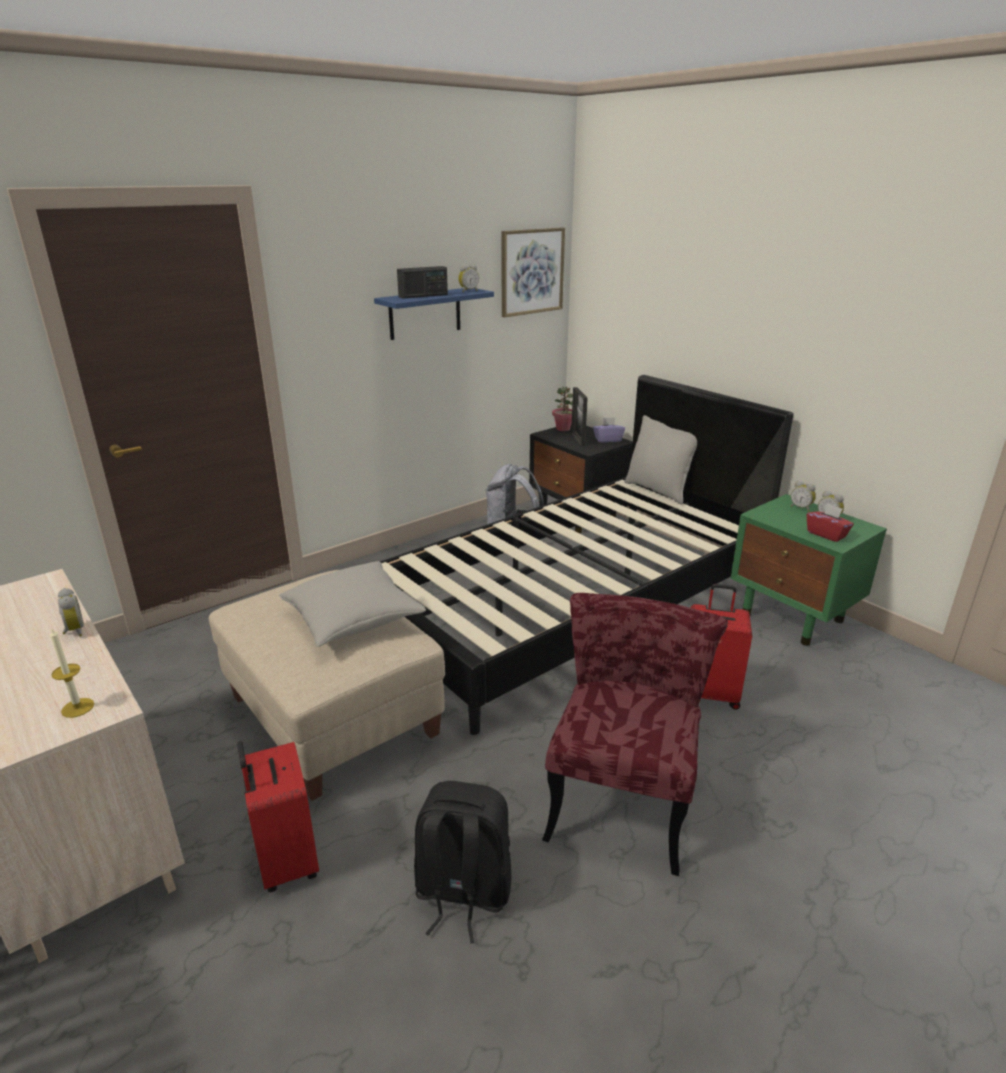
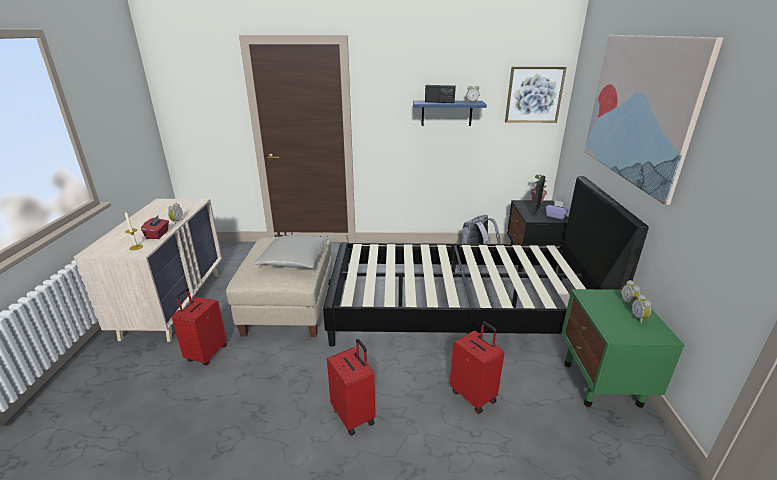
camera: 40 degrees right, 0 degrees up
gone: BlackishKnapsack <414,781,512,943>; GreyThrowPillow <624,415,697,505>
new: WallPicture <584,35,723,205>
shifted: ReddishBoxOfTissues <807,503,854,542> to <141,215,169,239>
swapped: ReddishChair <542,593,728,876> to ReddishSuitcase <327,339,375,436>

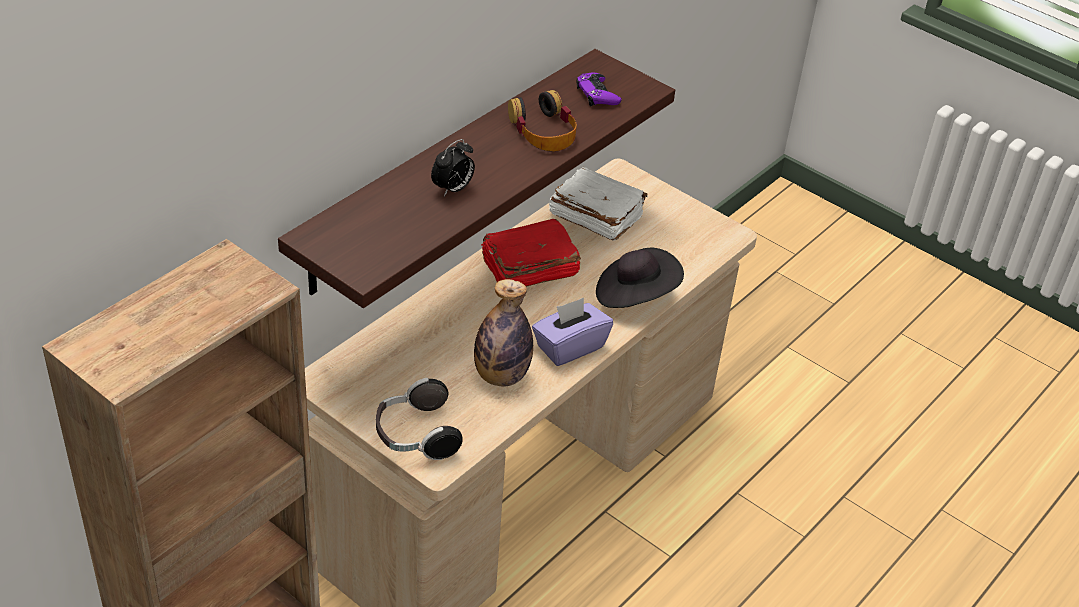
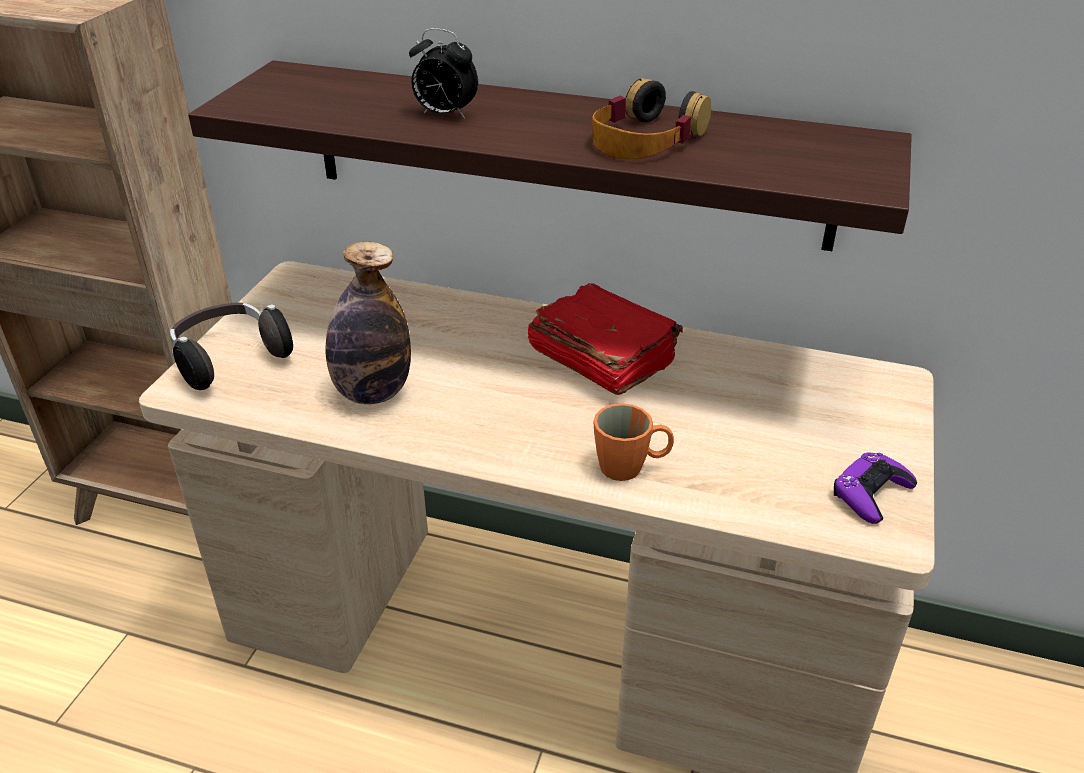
camera: 70 degrees right, 5 degrees down
gone: PurpleColouredBoxOfTissues <532,298,613,366>; WhiteVolume <549,167,648,241>
shifted: PurpleColouredGameController <576,73,622,106> to <834,452,917,524>
swapped: BlackishClothingHat <596,248,684,308> to OrangeColouredTeaMug <594,403,674,481>

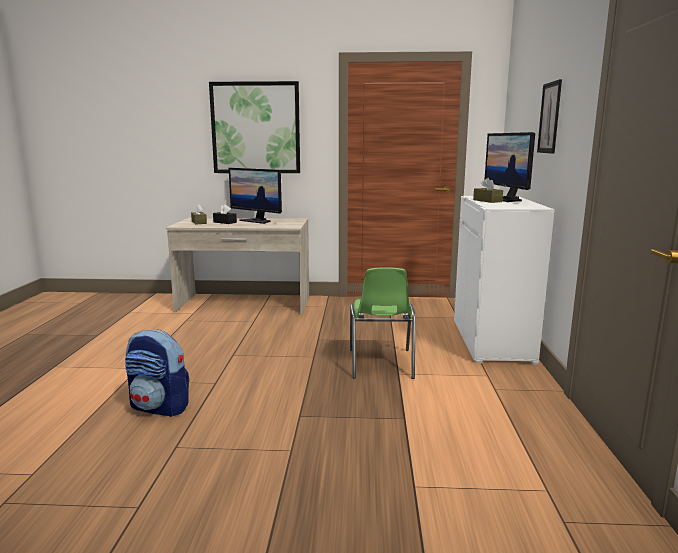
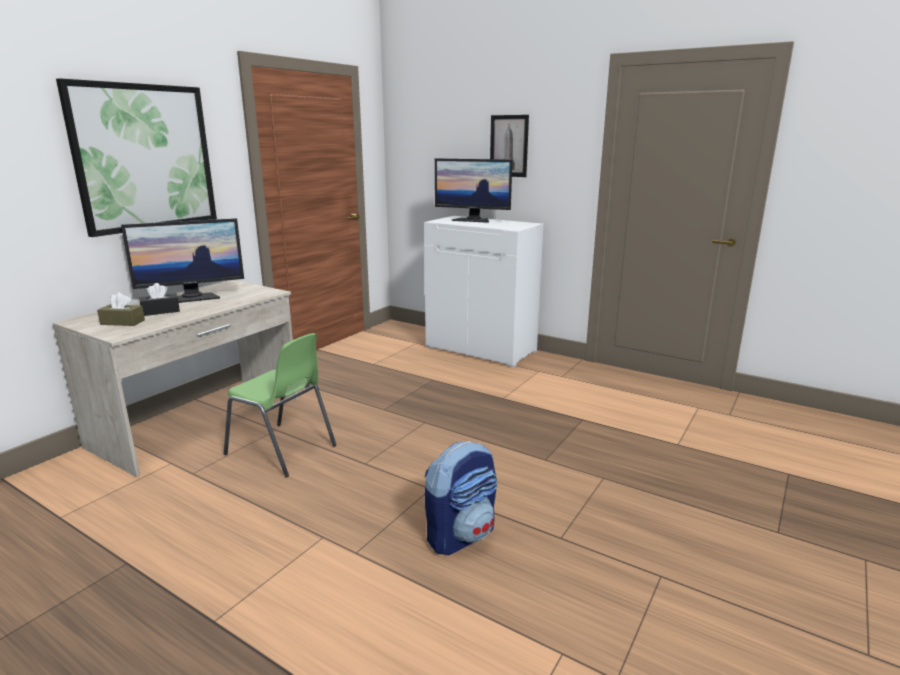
camera: 60 degrees left, 5 degrees up
gone: BrownColouredBoxOfTissues <473,178,503,203>
shifted: GreenishChair <350,267,415,379> to <224,333,336,477>

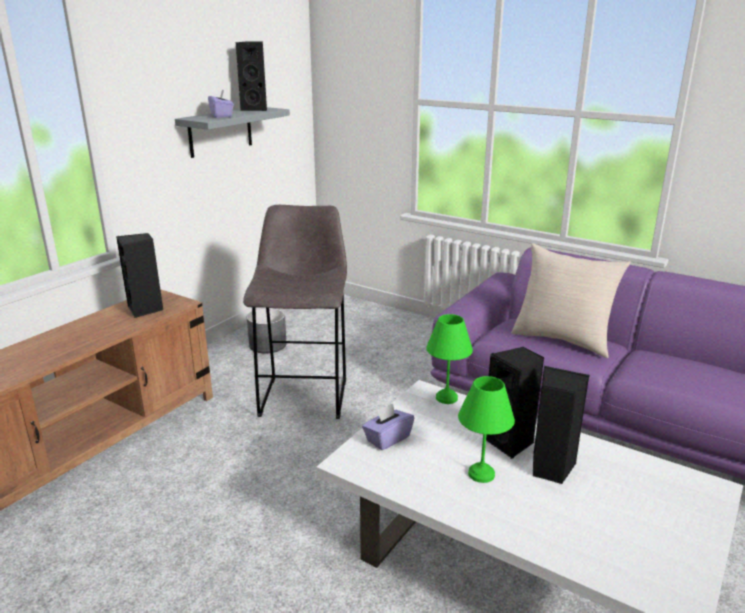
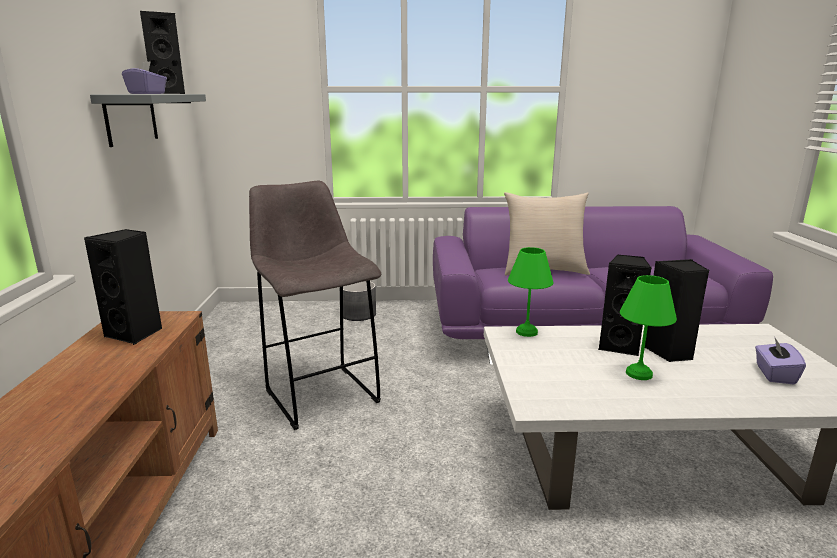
camera: 35 degrees left, 5 degrees down
shifted: GreyPlantPot <247,308,287,354> to <339,281,376,321>; PurpleColouredBoxOfTissues <362,403,414,450> to <755,336,806,384>

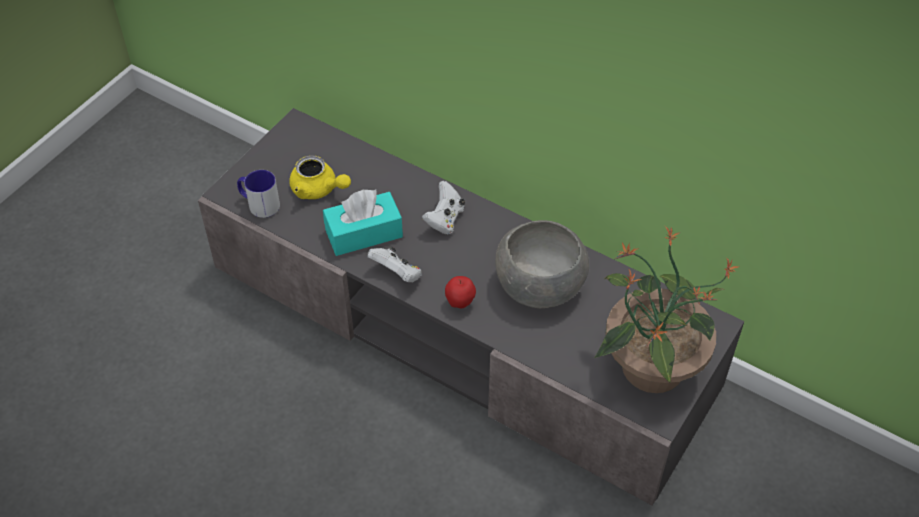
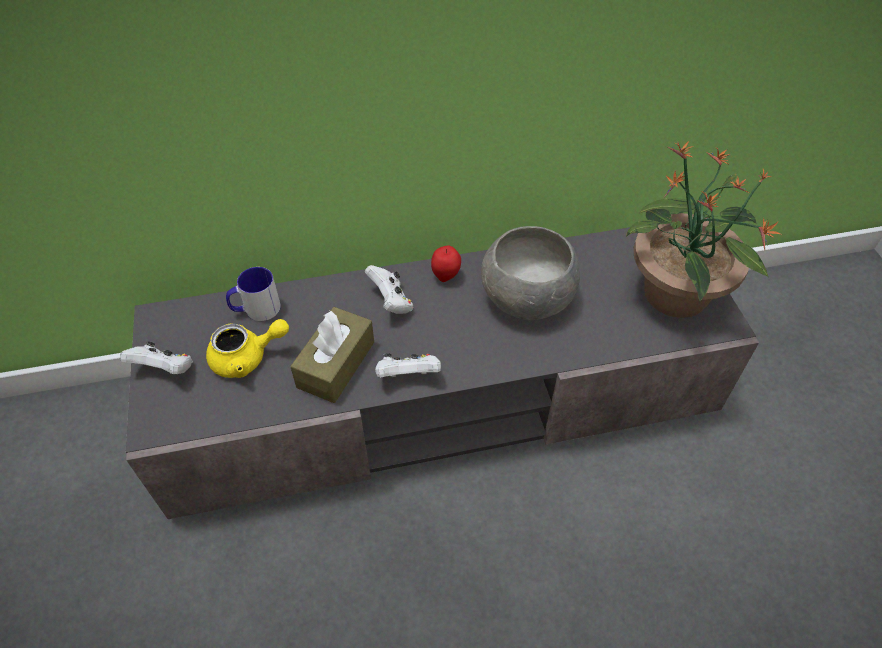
camera: 45 degrees left, 0 degrees up
new: WhiteGameController <120,341,193,374>
shifted: TeaMug <237,170,280,218> to <226,267,281,321>; Apple <445,276,476,308> to <431,246,461,282>
repainted: TurquoiseColouredBoxOfTissues <323,189,403,256> to BrownColouredBoxOfTissues <290,307,374,403>

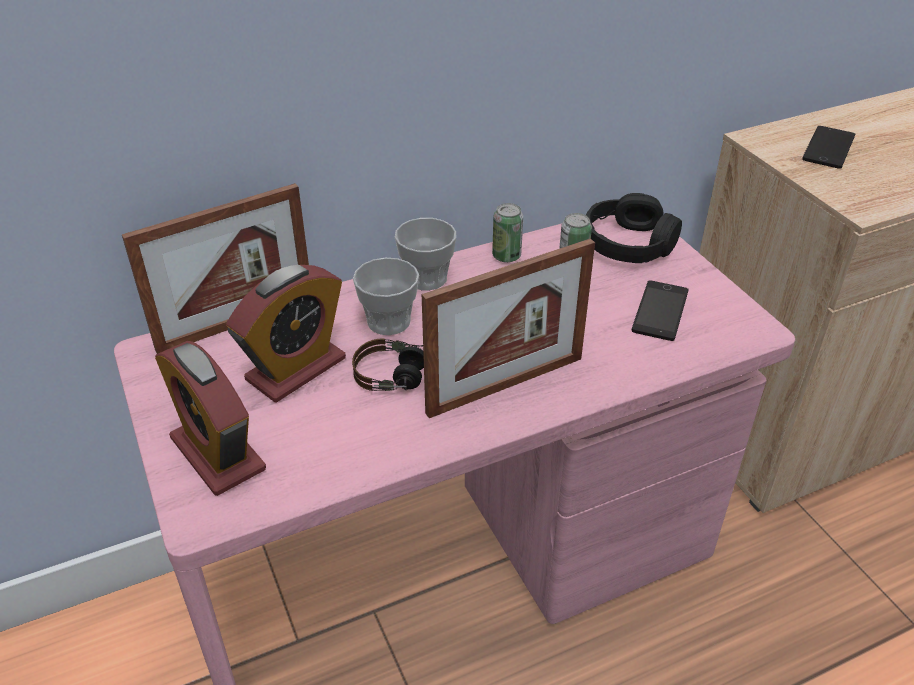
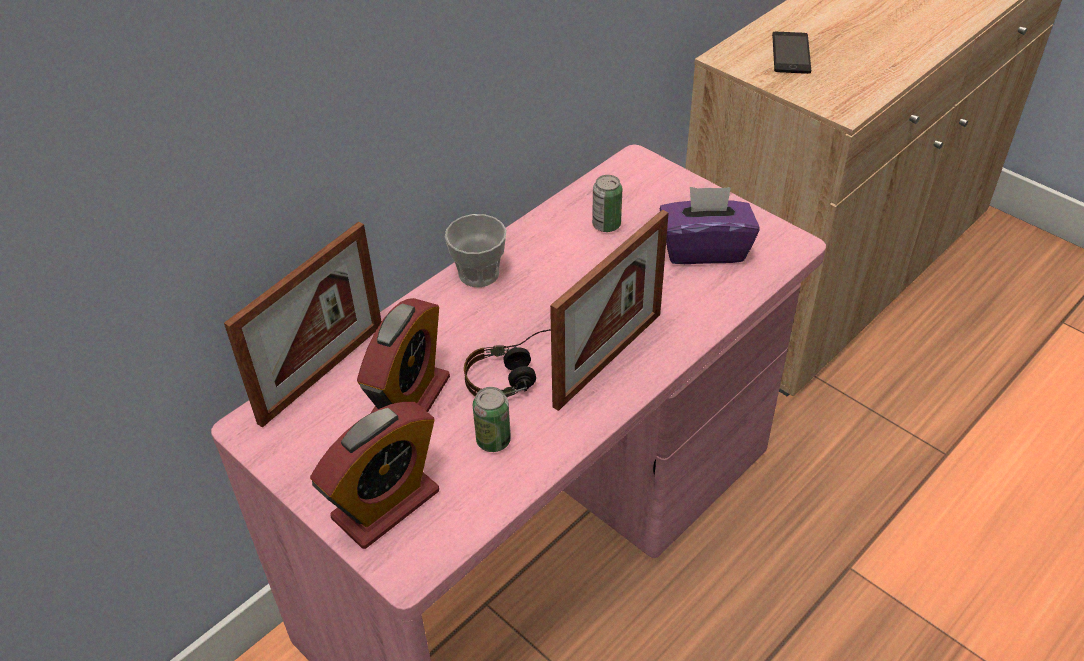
camera: 20 degrees left, 5 degrees up
gone: DrinkingCup <353,258,419,335>; BlackishHeadphones <586,193,682,263>
shifted: Can <492,203,523,263> to <473,387,511,452>
swapped: Phone <632,280,689,341> to PurpleColouredBoxOfTissues <660,187,759,264>
rotated: TableClock <155,341,266,496> = <310,402,439,549> 75 degrees counterclockwise

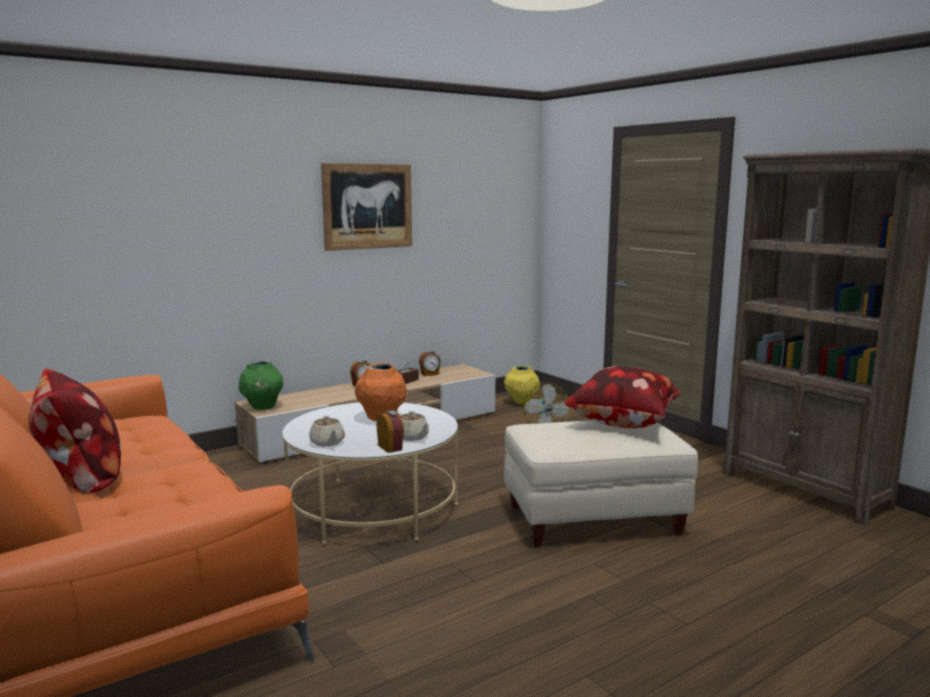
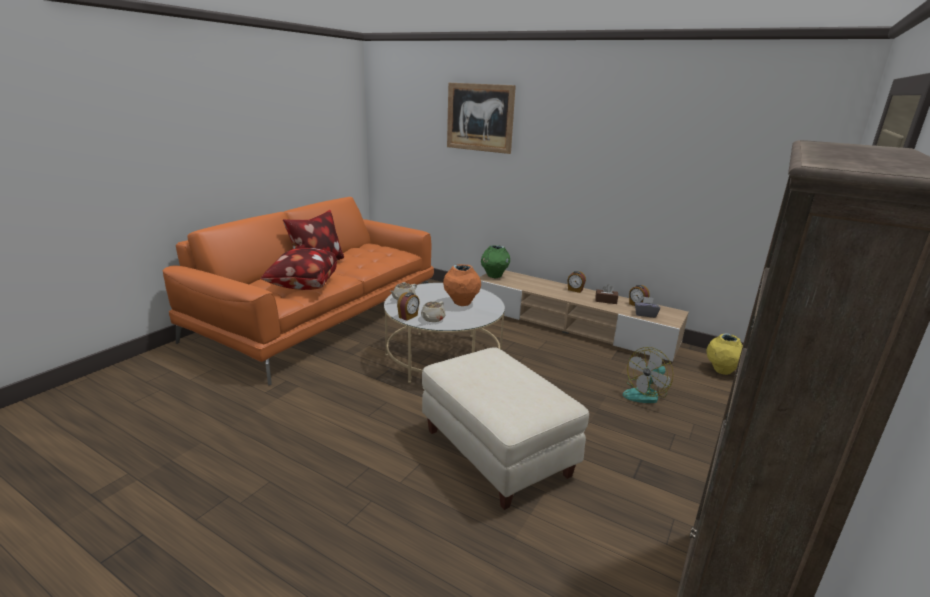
camera: 65 degrees right, 10 degrees up
new: GreyBoxOfTissues <635,297,660,318>
shifted: ThrowPillow <565,366,681,428> to <261,248,337,290>; WallPicture <321,163,412,251> to <447,83,516,154>

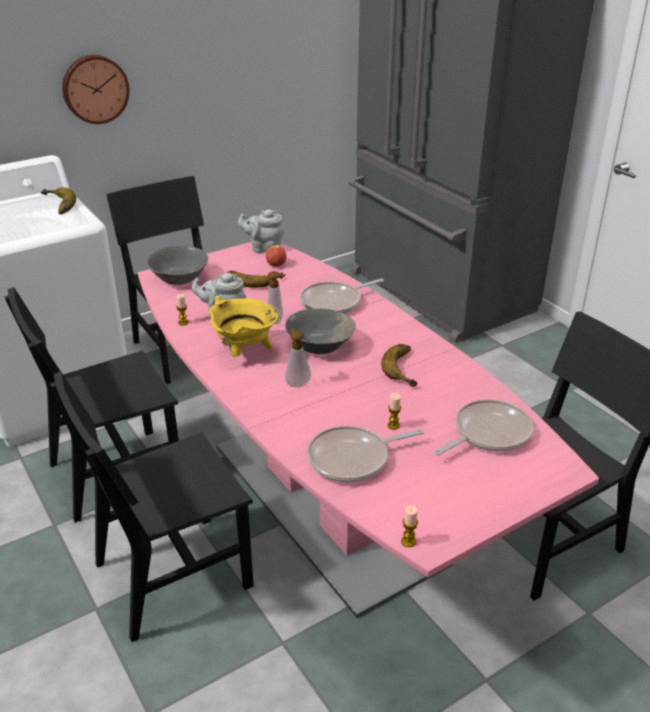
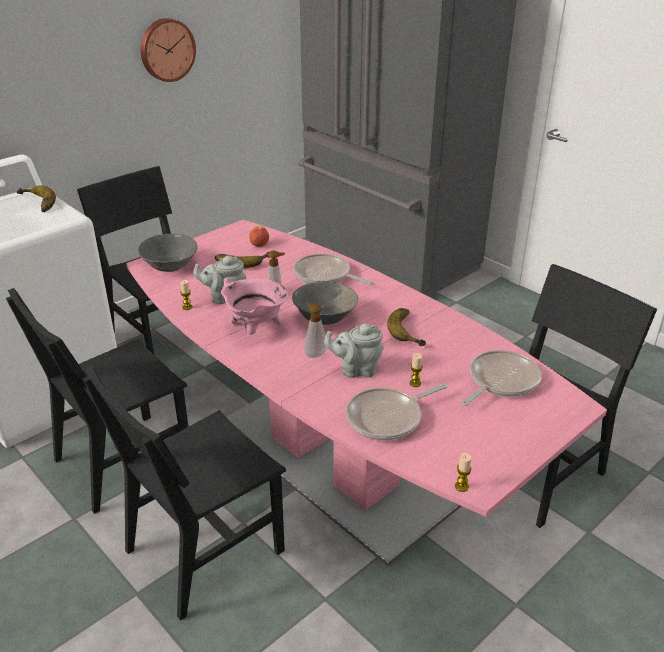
camera: 10 degrees left, 0 degrees up
shifted: WallClock <62,55,130,124> to <141,18,196,82>; GreyTeaPot <238,209,284,253> to <324,323,383,378>
repainted: YellowSaucepot <209,295,278,357> to PinkColouredSaucepot <221,278,288,335>
rotated: Skillet <300,278,384,314> = <293,253,374,285> 75 degrees clockwise

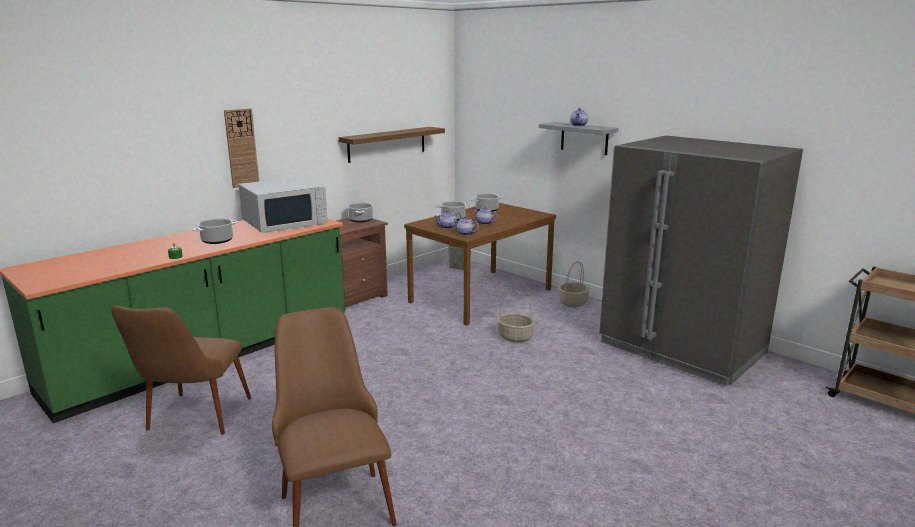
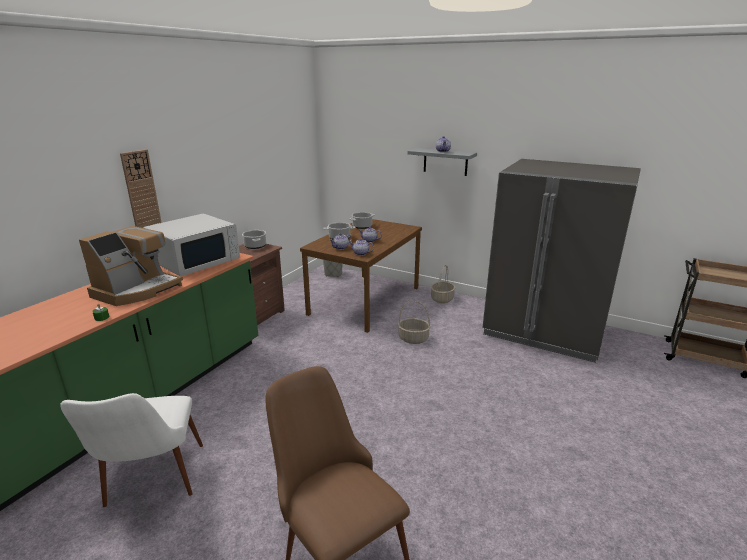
camera: 15 degrees left, 5 degrees up
gone: Shelf <339,127,445,163>
swapped: Saucepot <192,218,238,244> to CoffeeMaker <79,226,183,306>
repainted: BrownColouredChair <111,306,251,435> to WhiteChair <60,393,203,507>

